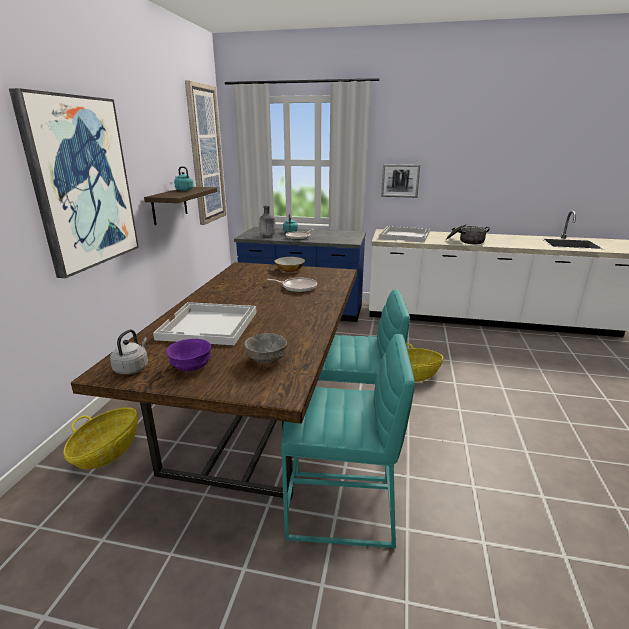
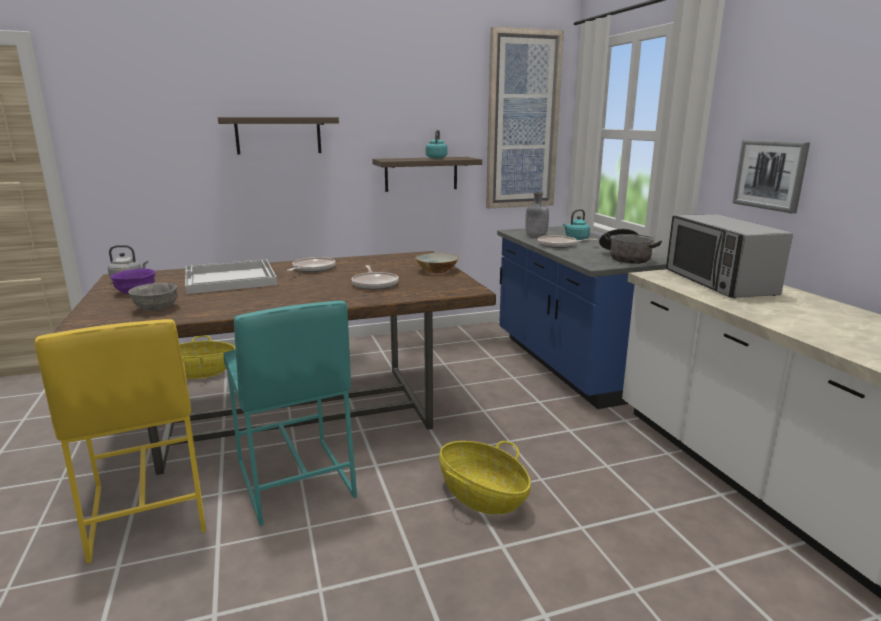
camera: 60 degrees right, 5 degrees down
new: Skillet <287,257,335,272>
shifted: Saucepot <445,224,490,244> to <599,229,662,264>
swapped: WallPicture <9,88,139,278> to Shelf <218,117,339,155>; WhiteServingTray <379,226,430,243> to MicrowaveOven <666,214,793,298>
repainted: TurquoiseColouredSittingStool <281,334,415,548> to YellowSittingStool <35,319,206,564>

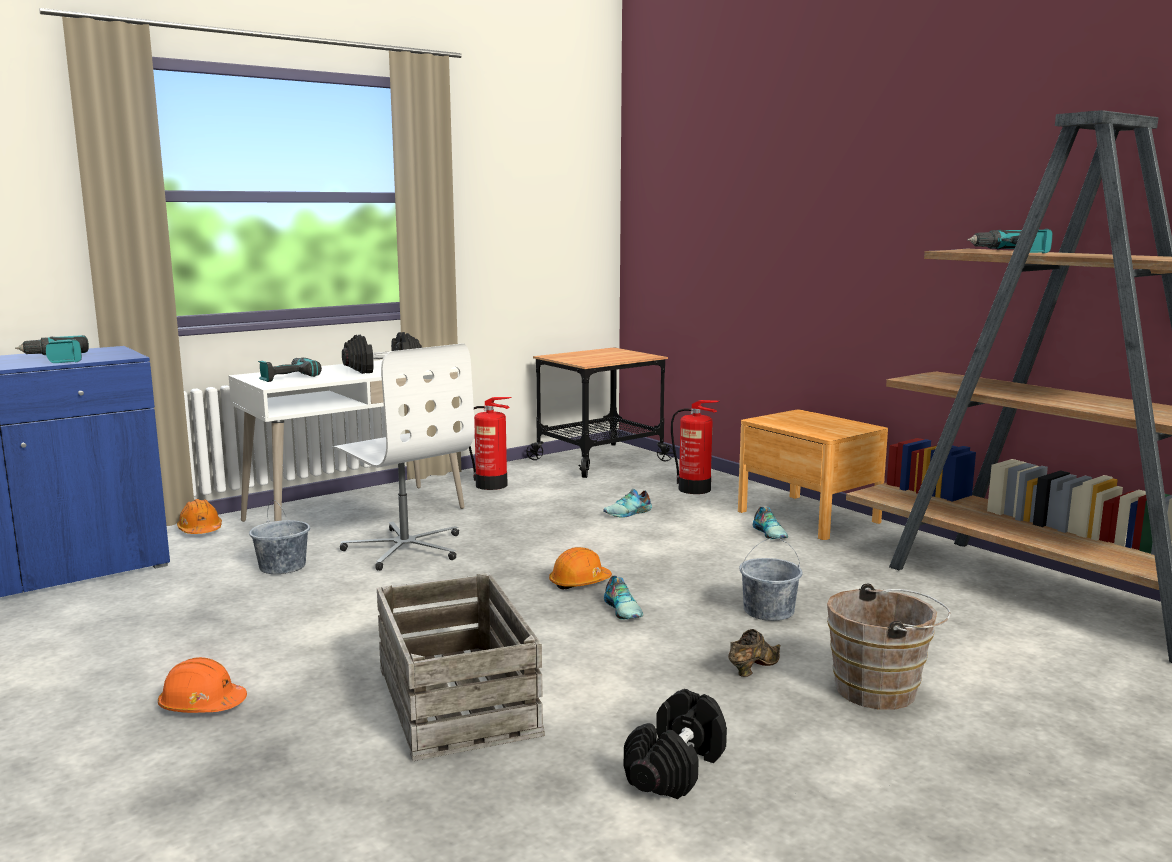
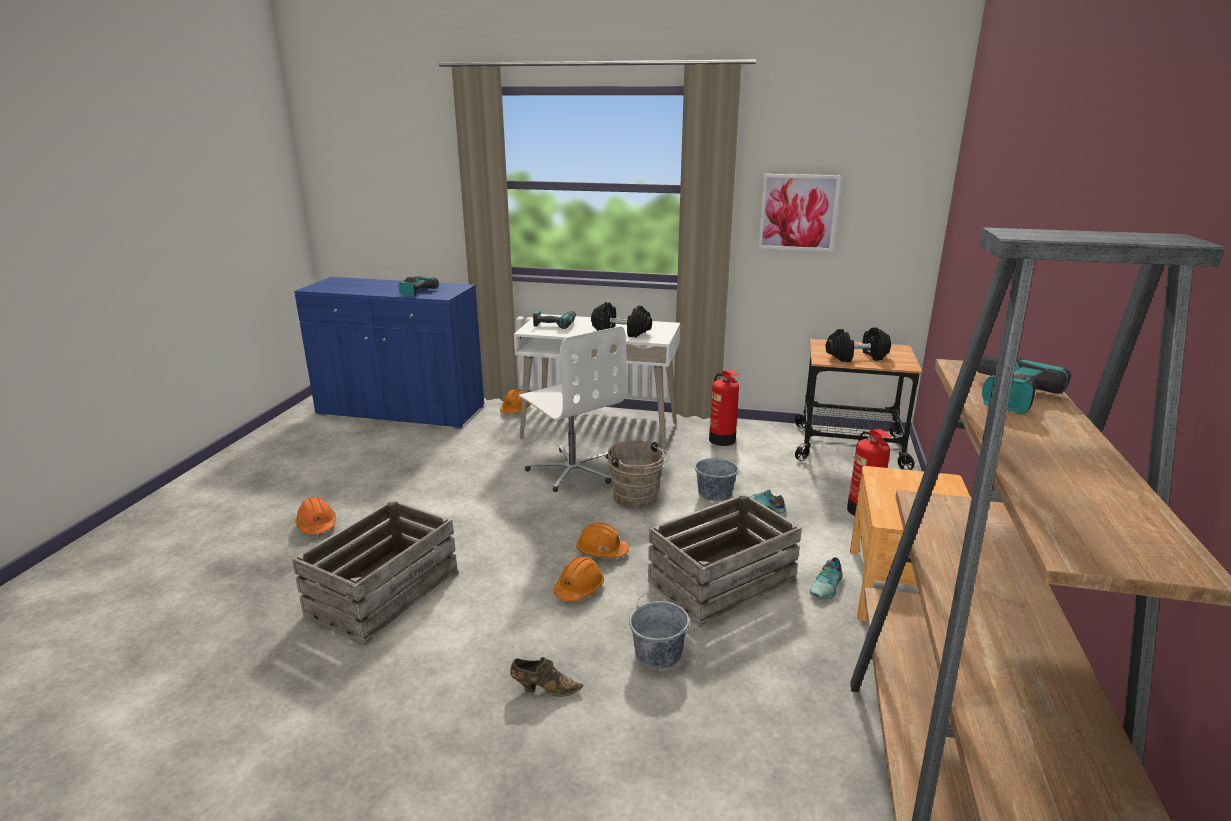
camera: 50 degrees right, 10 degrees up
new: PackingCrate <648,494,802,627>; WallPicture <758,174,841,252>
shifted: BrownColouredWaterBucket <827,584,951,710> to <608,440,669,509>; GreyWaterBucket <249,500,310,574> to <695,445,739,501>; BlackishFreeWeight <624,689,727,799> to <825,327,891,362>
swapped: LowShoe <604,576,643,619> to OrangeColouredWorkHelmet <554,556,604,602>
rotated: WhiteDeskChair <332,343,475,571> = <519,326,627,492> 45 degrees counterclockwise

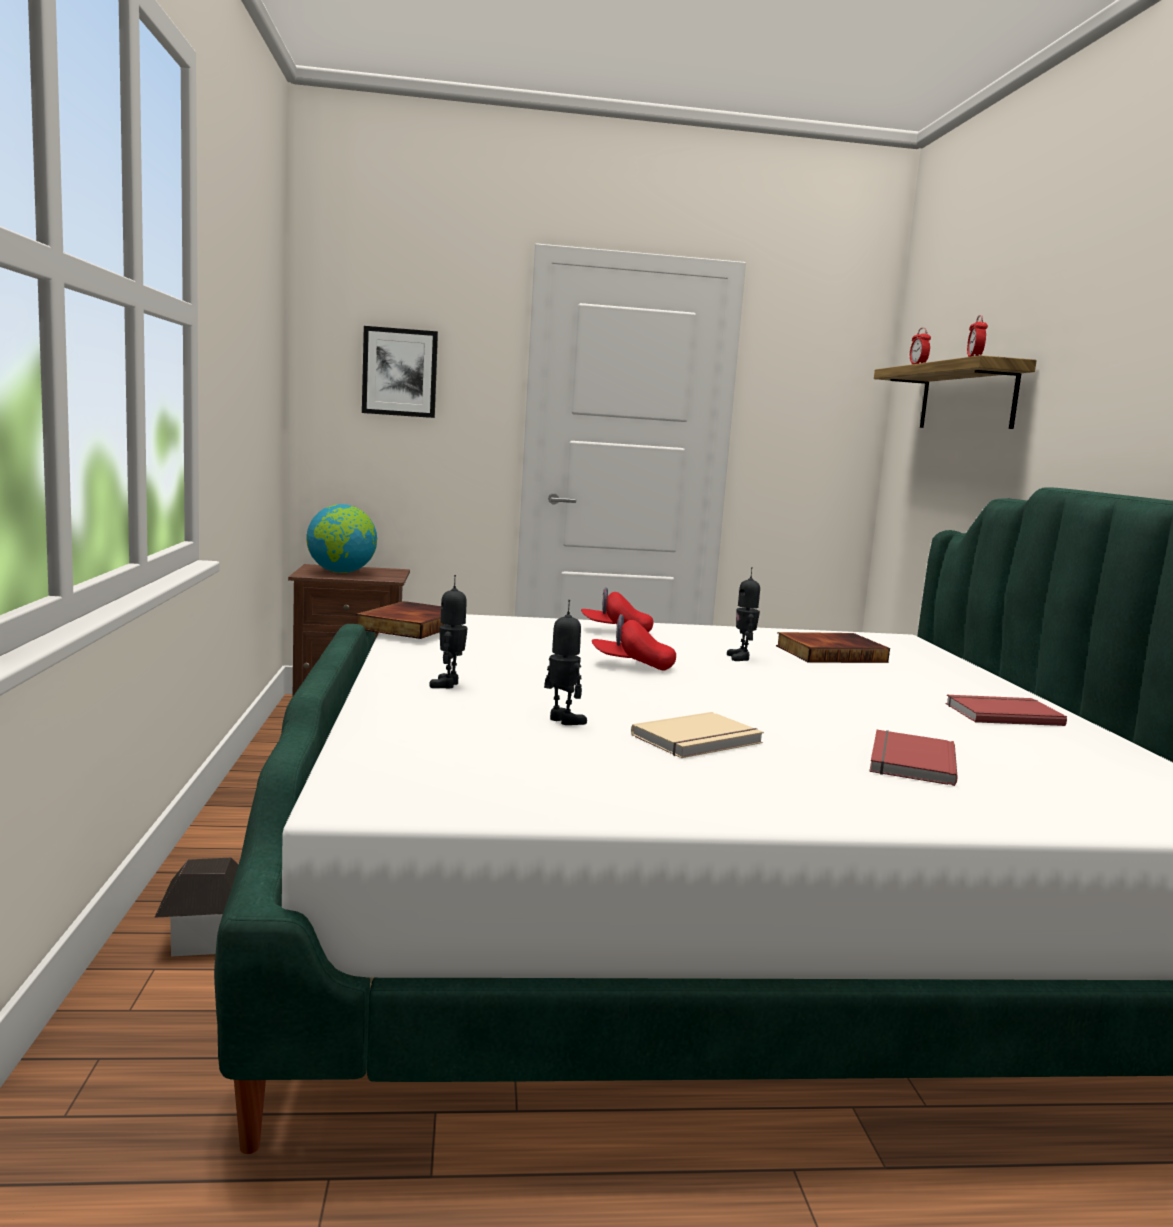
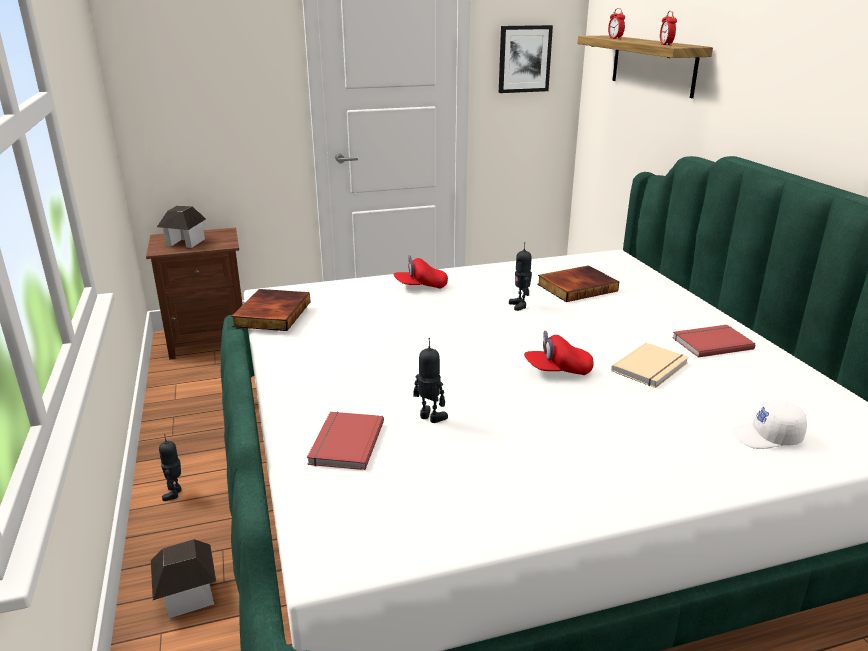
camera: 10 degrees left, 15 degrees up
new: WhiteCap <731,400,807,449>
shifted: RobotFigure <429,575,467,688> to <159,434,181,501>; ReddishVolume <869,730,958,786> to <307,412,384,470>; WallPicture <362,326,438,418> to <499,25,553,93>; ReddishCap <592,614,676,671> to <524,331,594,375>; SandColouredVolume <631,712,764,758> to <611,343,689,388>
swapped: Globe <306,504,377,573> to ModelHouse <157,206,206,248>

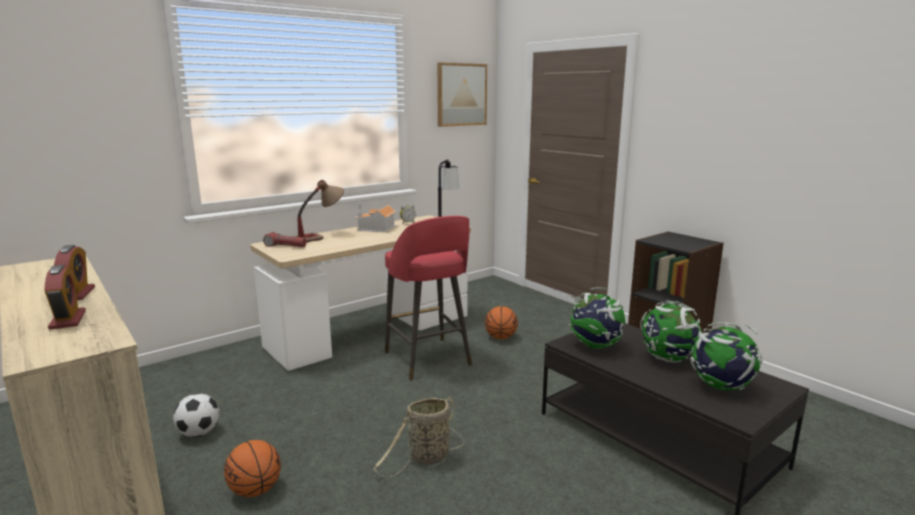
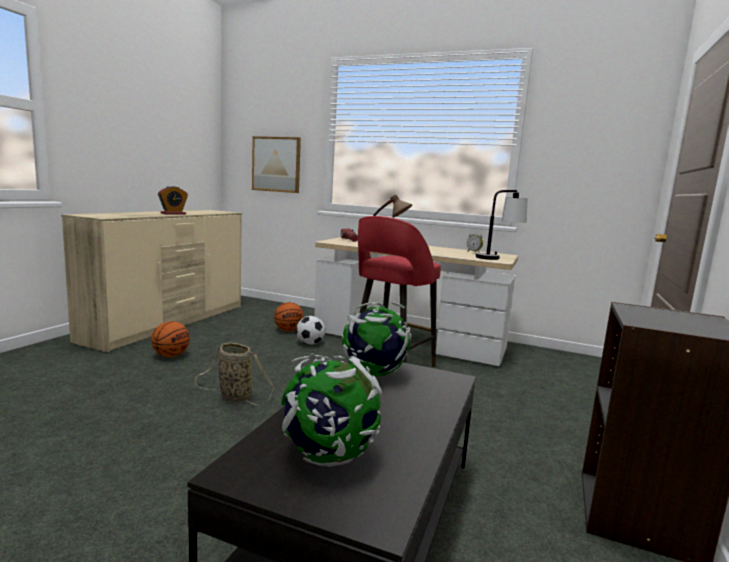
camera: 60 degrees right, 5 degrees down
gone: TableClock <44,265,86,330>; ModelHouse <354,203,397,232>; Globe <640,301,701,362>
shifted: WallPicture <437,62,487,127> to <252,136,301,193>; Basketball <485,306,518,339> to <274,302,304,332>; Football <173,393,219,437> to <296,316,325,345>

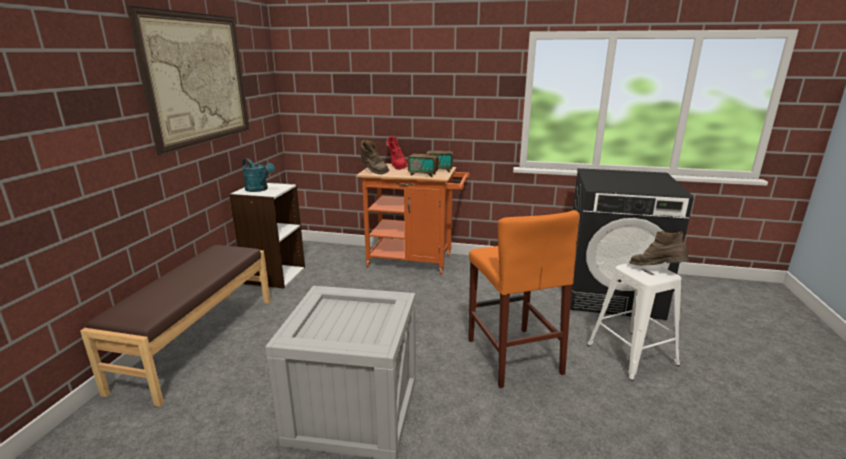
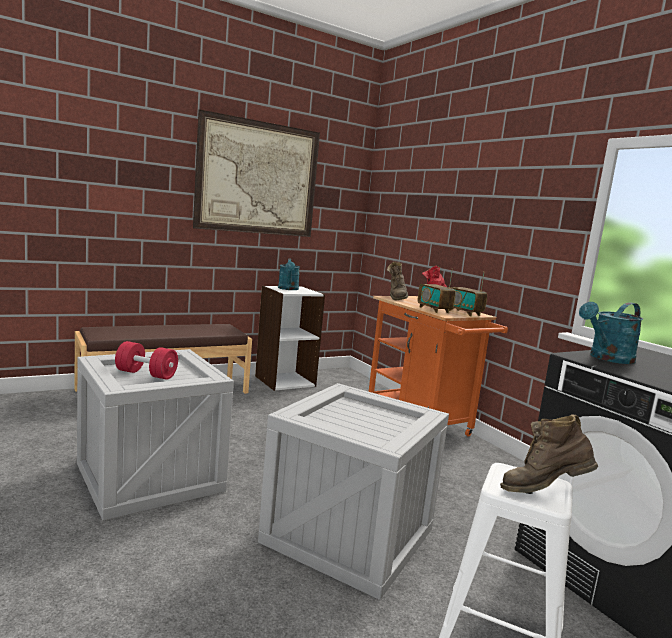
camera: 45 degrees right, 10 degrees down
new: ReddishFreeWeight <115,341,178,380>; TurquoiseColouredWateringPot <579,302,643,364>
swapped: OrangeColouredSittingStool <468,210,580,388> to PackingCrate <258,383,449,600>
rotated: BrownColouredTallBoot <629,231,689,266> = <500,414,598,493> 90 degrees counterclockwise

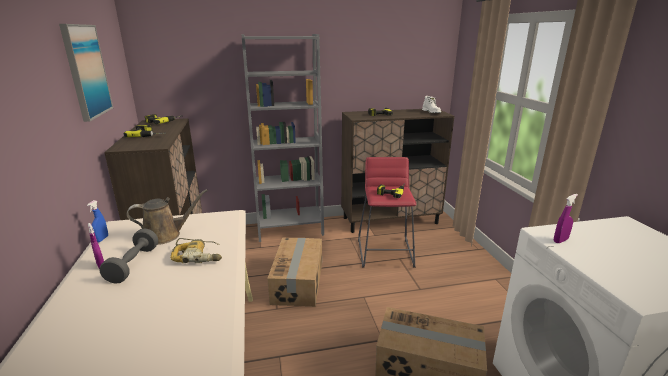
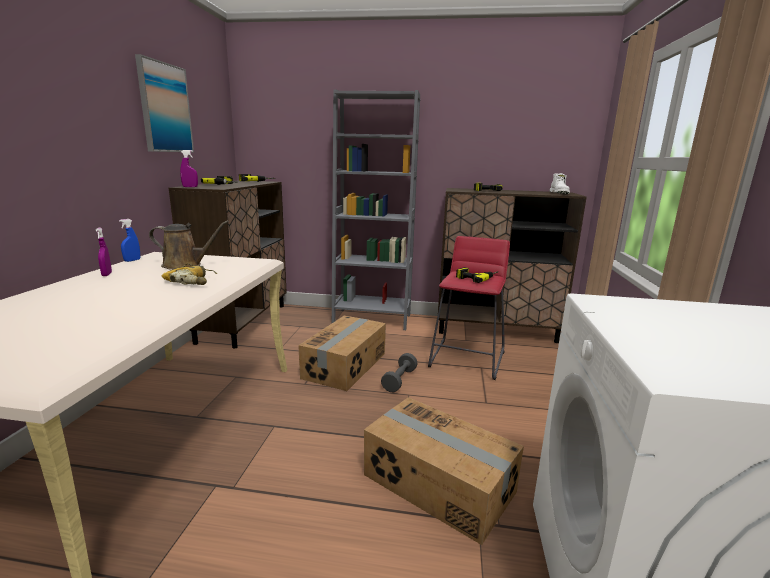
camera: 20 degrees right, 5 degrees down
shifted: PurpleColouredSprayBottle <554,194,578,243> to <180,150,198,187>; GreyFreeWeight <99,228,158,284> to <381,353,418,392>

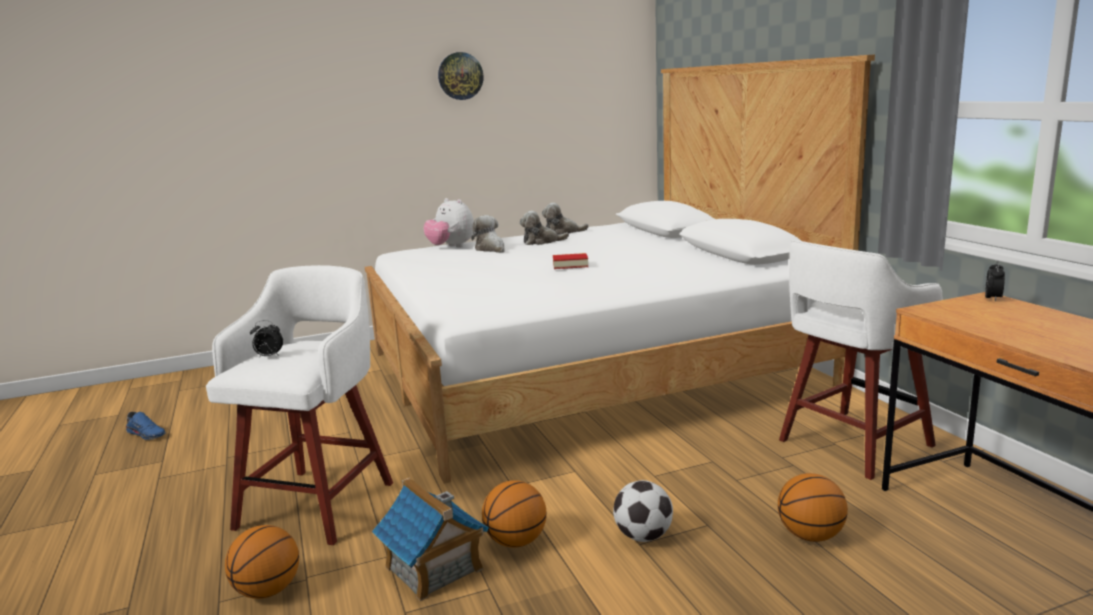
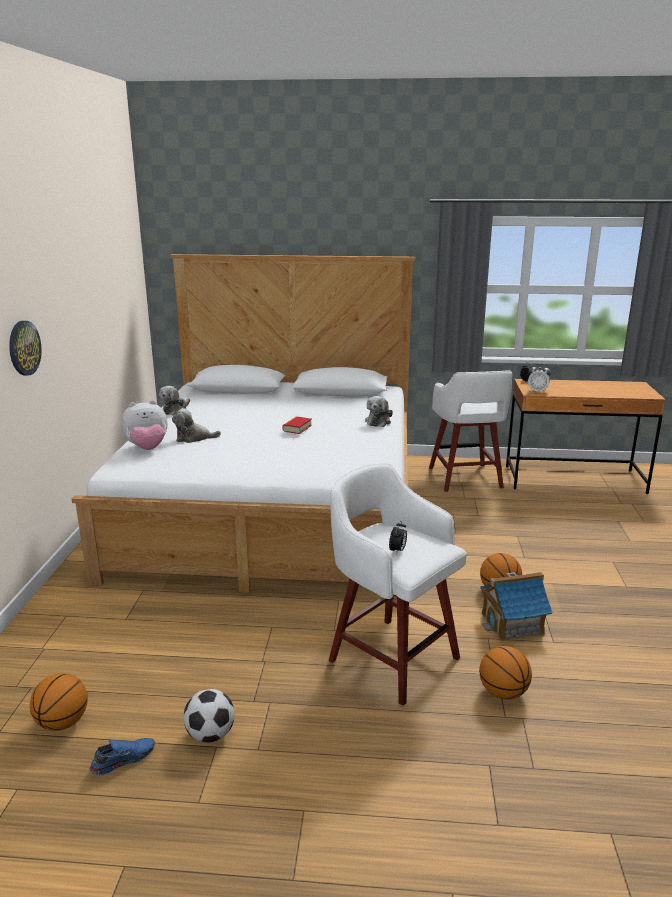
camera: 65 degrees left, 5 degrees up
new: TableClock <528,363,551,393>
shifted: WallClock <438,52,484,100> to <9,321,42,376>; Basketball <778,473,848,542> to <30,673,88,731>; Football <613,480,673,542> to <183,689,235,743>; CuddlyToy <520,211,569,245> to <365,396,393,427>

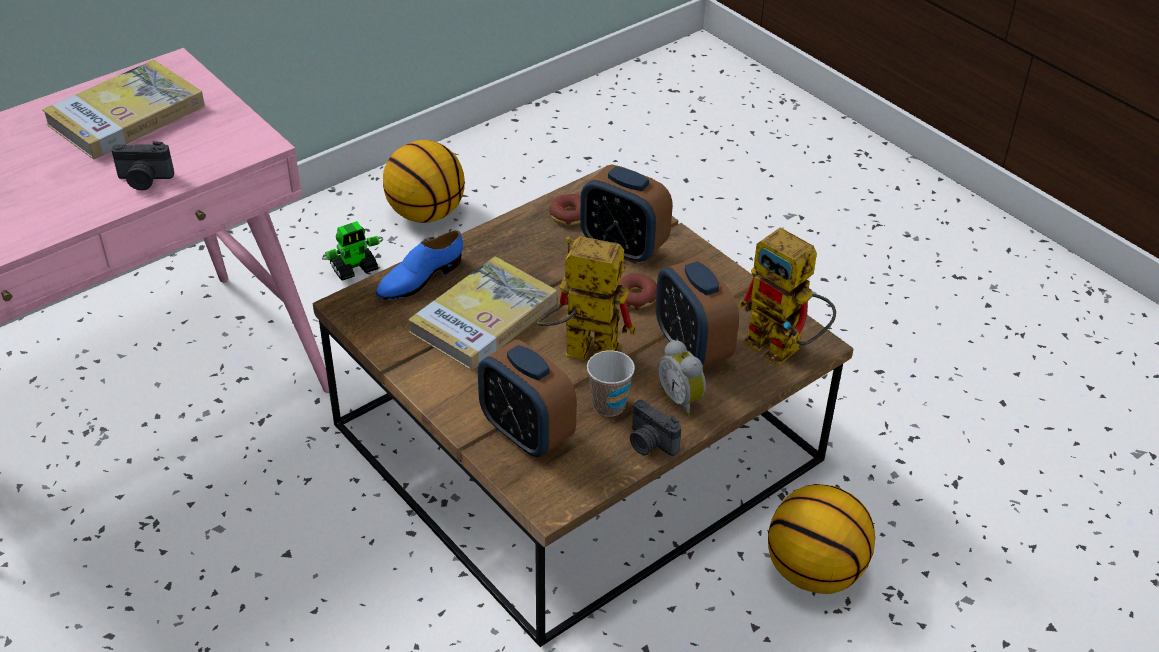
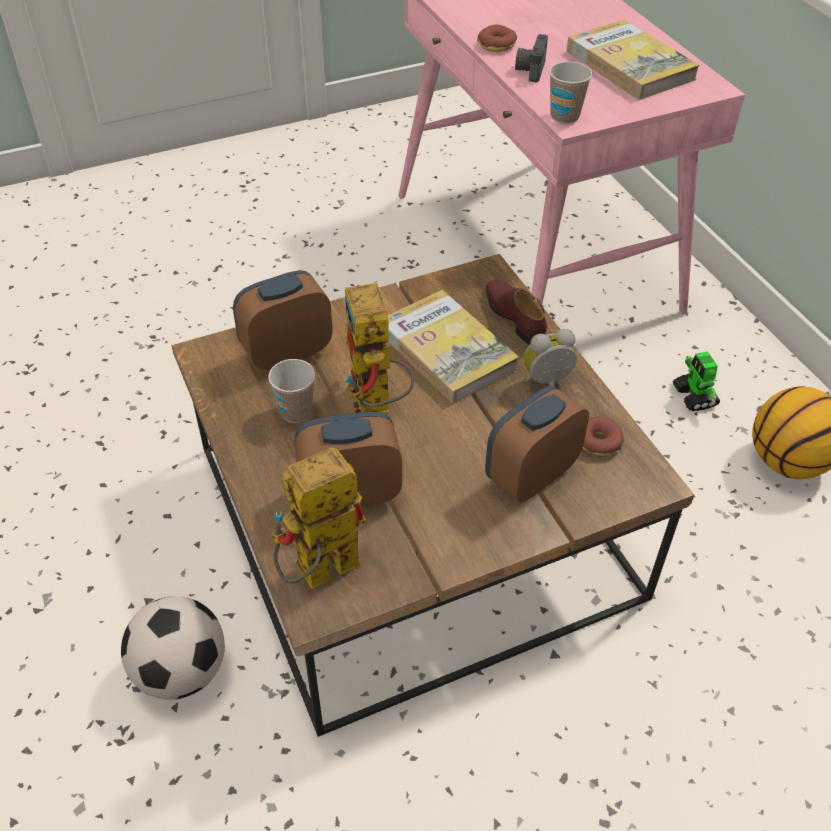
camera: 105 degrees right, 5 degrees up
gone: PhotoCamera <630,399,681,456>
new: DrinkingCup <549,62,592,124>
shifted: Donut <620,273,657,310> to <477,25,517,52>; TableClock <658,340,706,416> to <523,329,577,386>
swapped: Basketball <768,484,875,594> to Football <121,596,225,700>
repainted: BlueLowShoe <376,230,463,300> to BrownColouredLowShoe <486,280,547,345>
rotated: RobotFigure <537,236,636,360> = <344,283,414,413> 135 degrees clockwise

